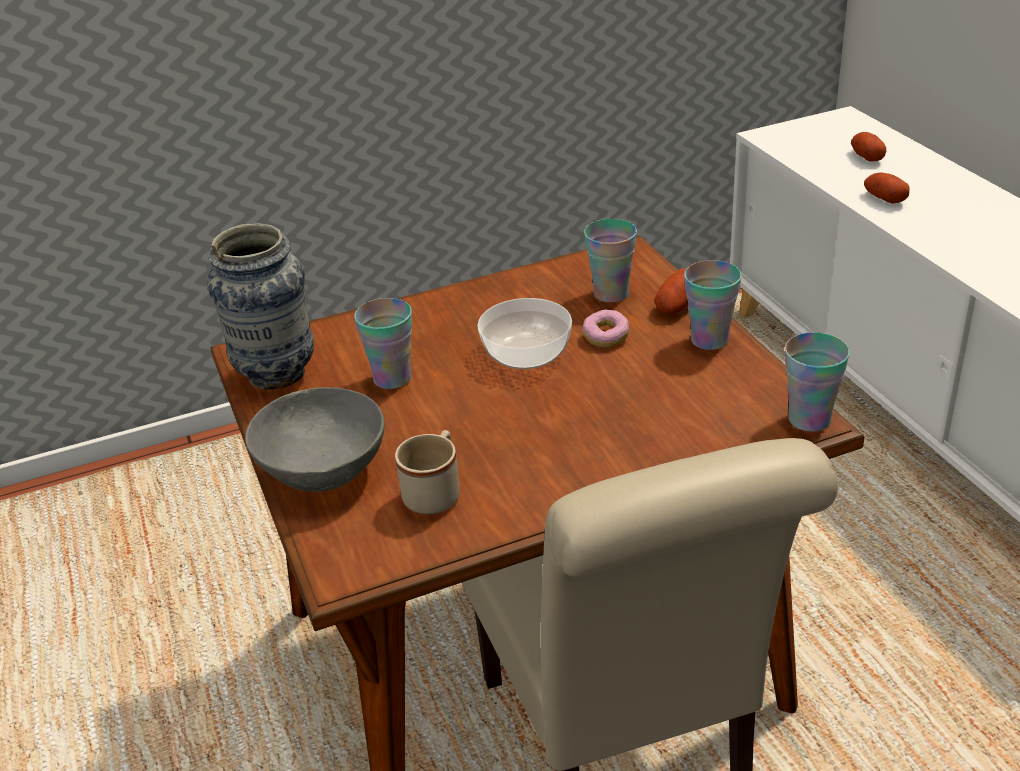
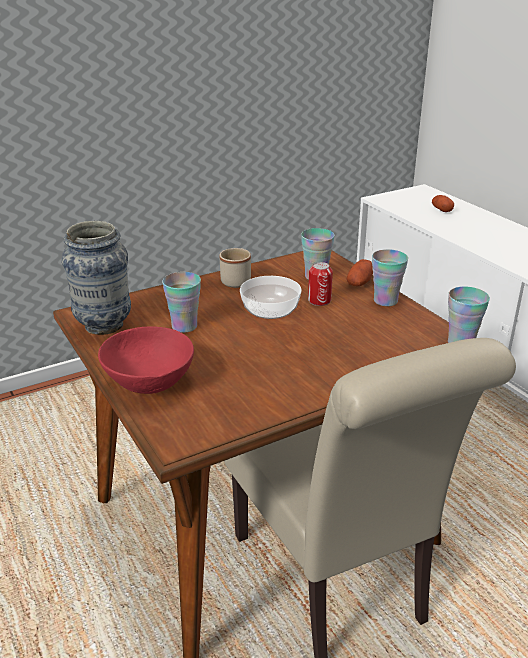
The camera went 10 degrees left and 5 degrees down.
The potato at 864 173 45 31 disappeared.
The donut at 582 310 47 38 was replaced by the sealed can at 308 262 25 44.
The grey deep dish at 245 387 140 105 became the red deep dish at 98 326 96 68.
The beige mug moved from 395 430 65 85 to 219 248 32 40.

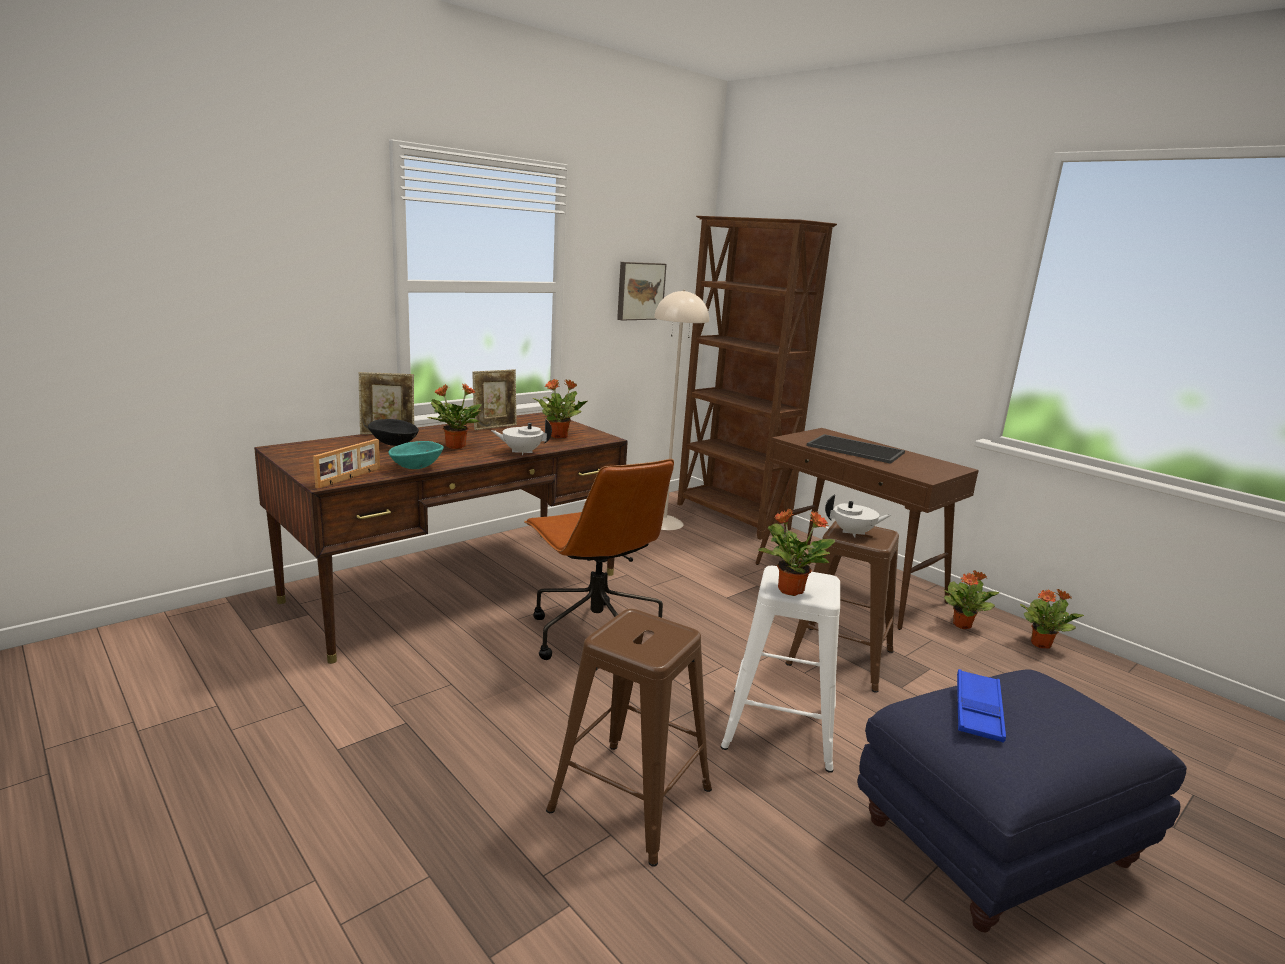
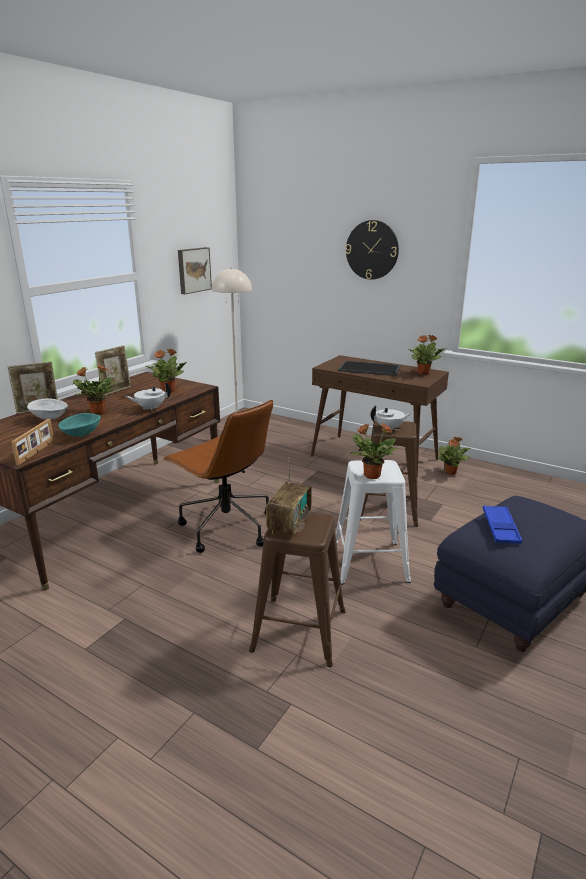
The camera went 15 degrees left and 5 degrees up.
The brown bookshelf at 677 216 160 324 disappeared.
The black-coloured deep dish at 368 419 51 27 became the whitish deep dish at 27 398 41 22.
The potted plant moved from 1020 589 64 60 to 409 335 36 40.
The clock on the wall at 346 220 53 60 appeared.
The radio at 266 458 46 81 appeared.

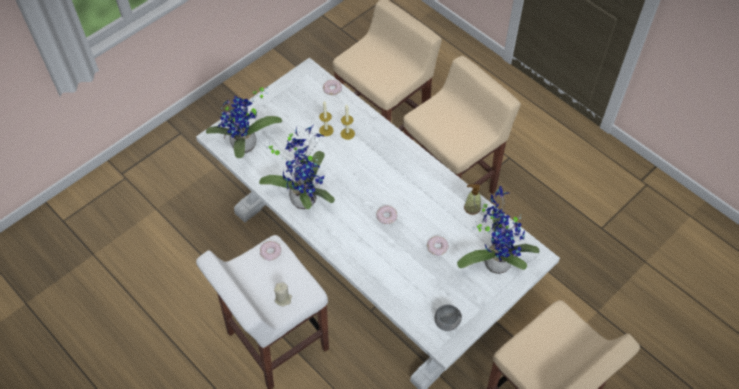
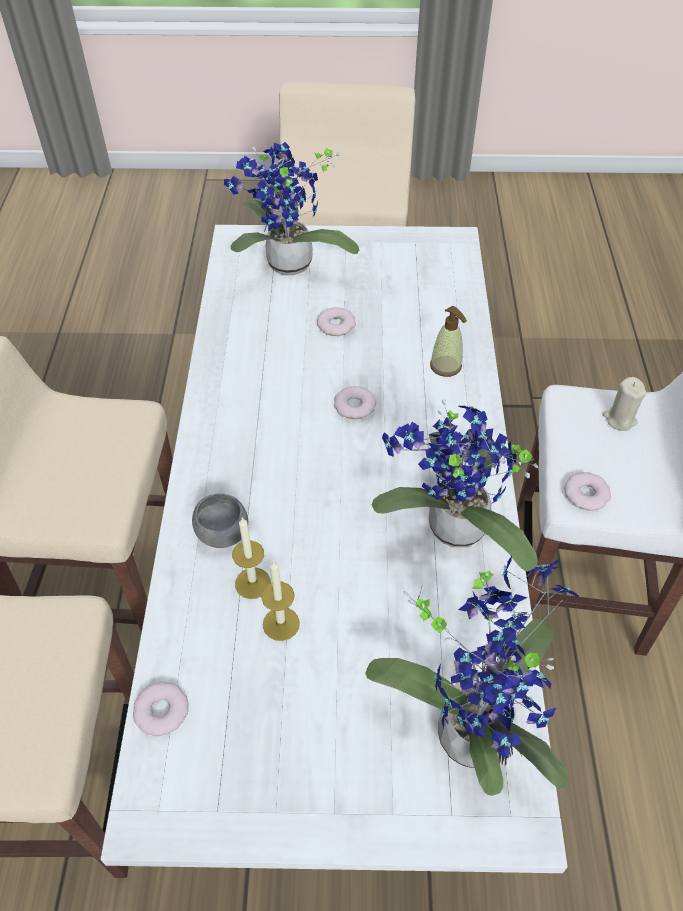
The camera went 135 degrees left and 5 degrees down.
The liquid soap bottle moved from 464 184 17 31 to 430 306 37 71.
The grey deep dish moved from 435 304 27 27 to 192 494 56 54.

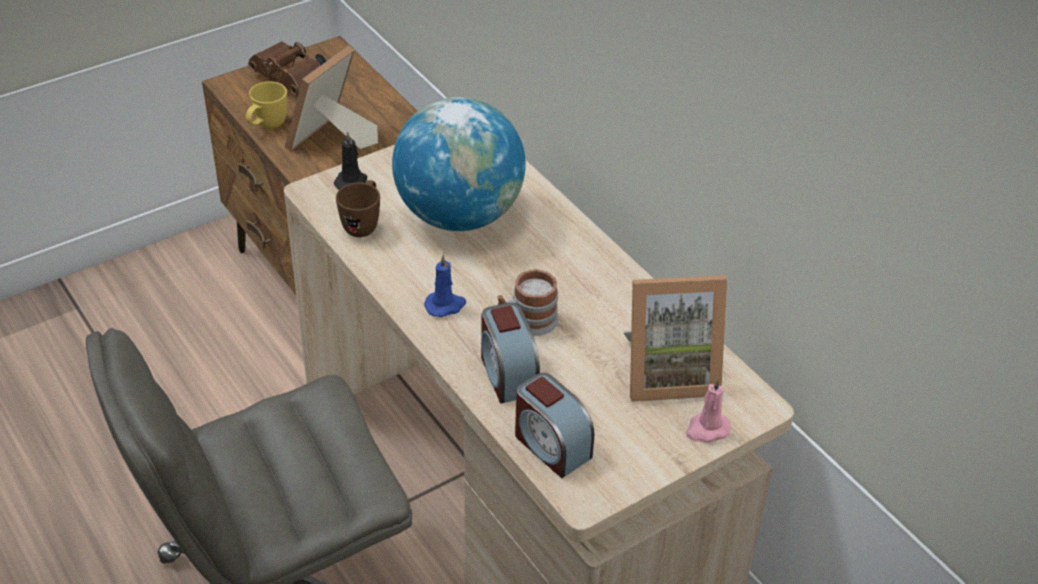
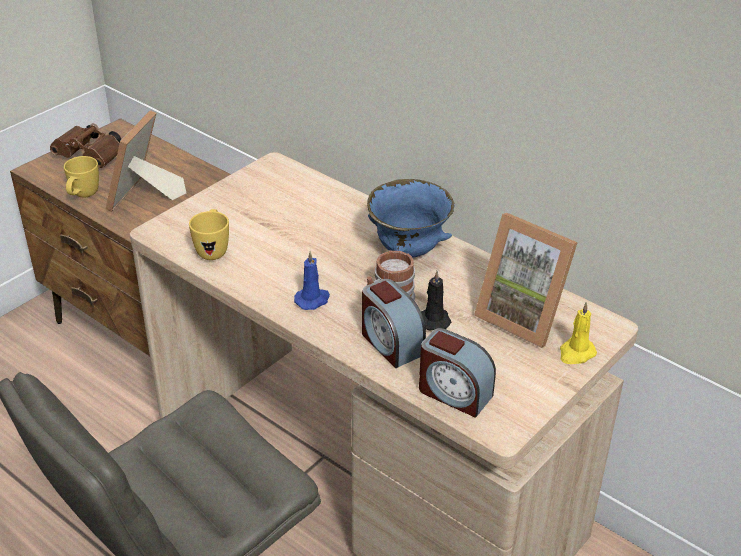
The camera went 15 degrees left and 5 degrees down.
The globe at 392 97 134 134 disappeared.
The black-coloured wax candle moved from 334 131 33 58 to 421 271 30 60.
The brown mug at 336 180 44 57 became the yellow mug at 189 209 40 51.
The picture frame at 623 275 104 127 turned 60 degrees clockwise.
The pink wax candle at 686 377 45 66 became the yellow wax candle at 560 302 37 62.
The blue deep dish at 367 179 88 79 appeared.

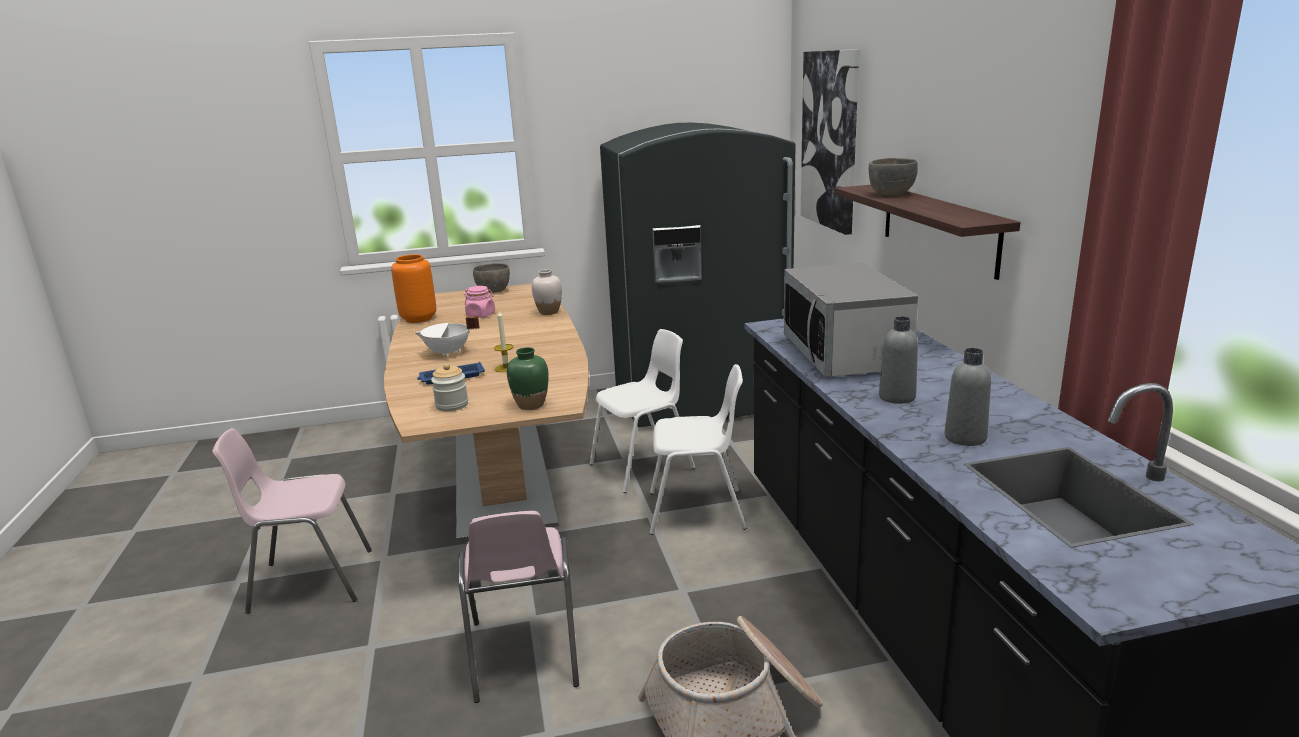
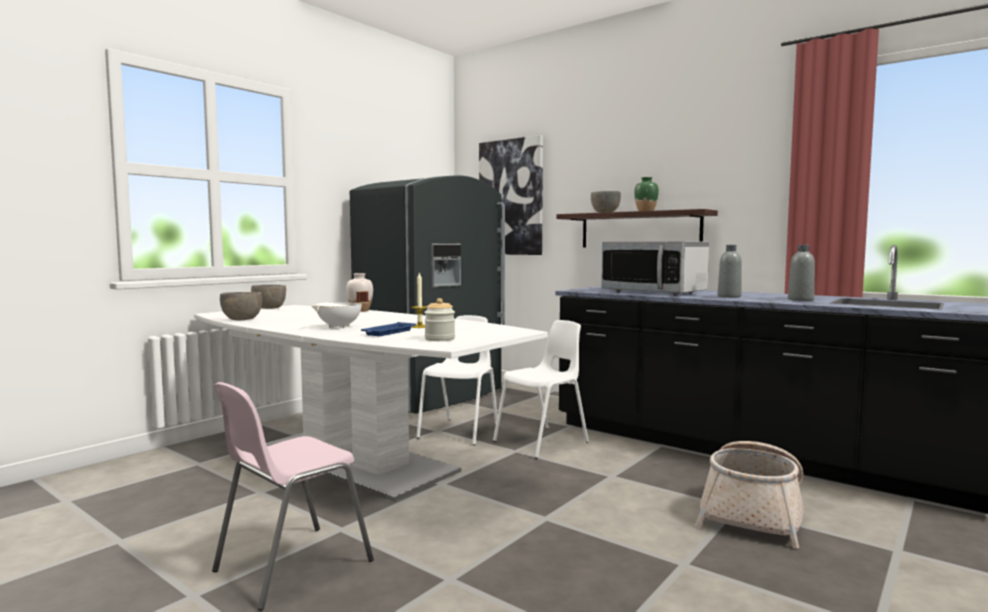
The camera went 40 degrees left and 15 degrees down.
The orangey flower vase at 391 254 45 69 was replaced by the grey deep dish at 220 292 42 28.
The brown dining table at 384 284 205 258 became the whitish dining table at 194 305 354 196.
The pink storage jar at 464 286 31 31 disappeared.
The green flower vase moved from 507 347 42 63 to 634 177 25 34.
The pink upright chair at 458 511 121 192 disappeared.

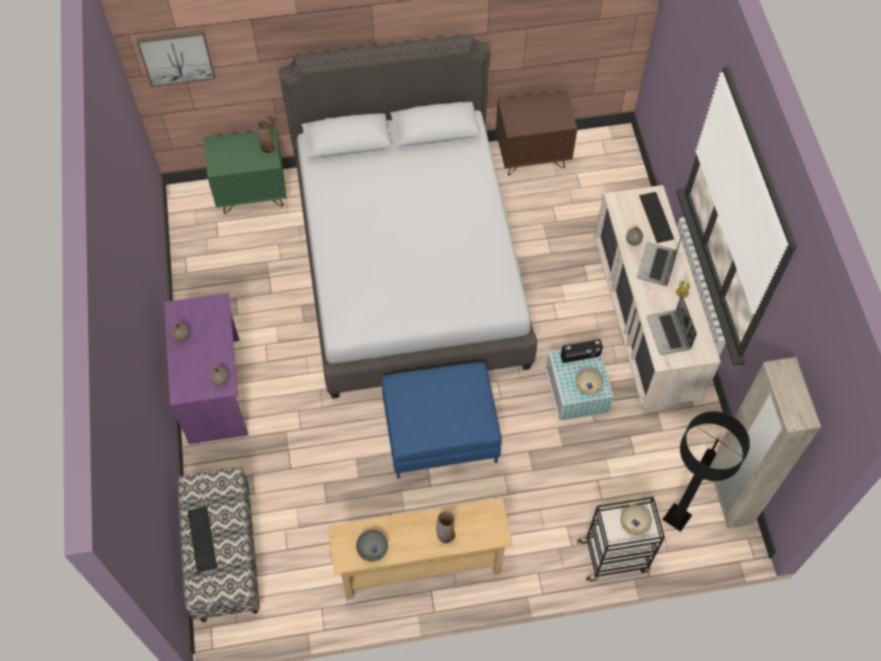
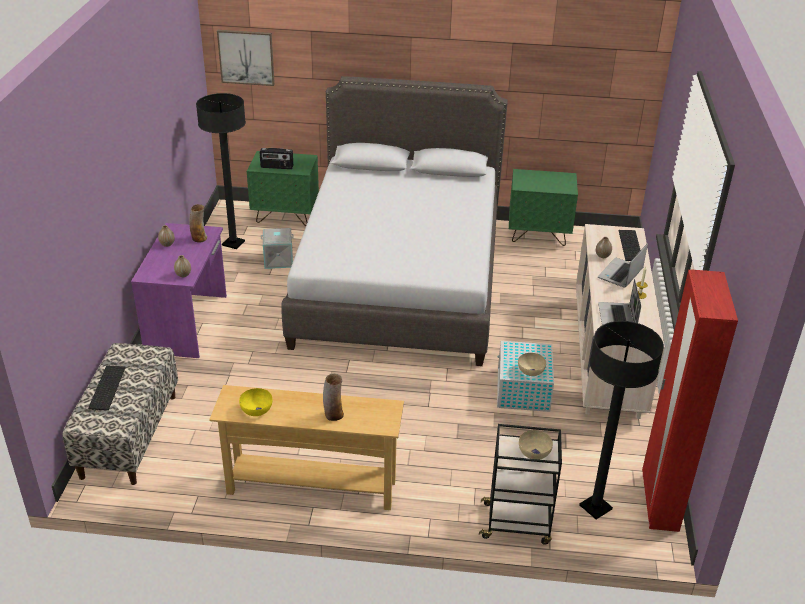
The camera went 15 degrees right and 25 degrees down.
The brown bedside table at 496 91 81 84 became the green bedside table at 509 169 69 77.
The flower vase moved from 257 119 18 34 to 189 204 18 39.
The radio moved from 561 339 42 24 to 259 148 34 21.
The beige armoire at 710 357 111 172 became the red armoire at 642 269 96 263.
The blue ottoman at 381 362 121 116 disappeared.
The grey deep dish at 356 530 32 32 became the yellow deep dish at 239 388 33 28.
The black-coloured floor lamp at 196 93 50 156 appeared.
The grey storage box at 261 228 33 41 appeared.

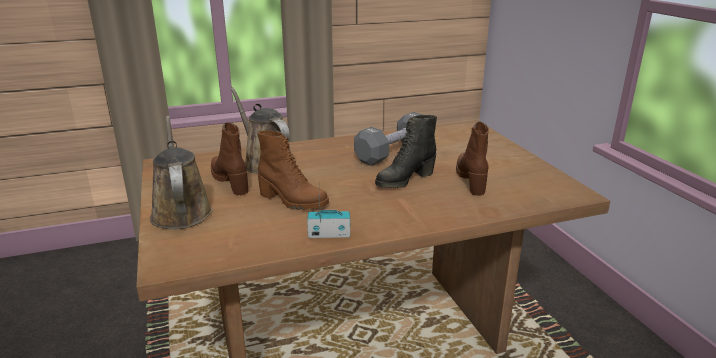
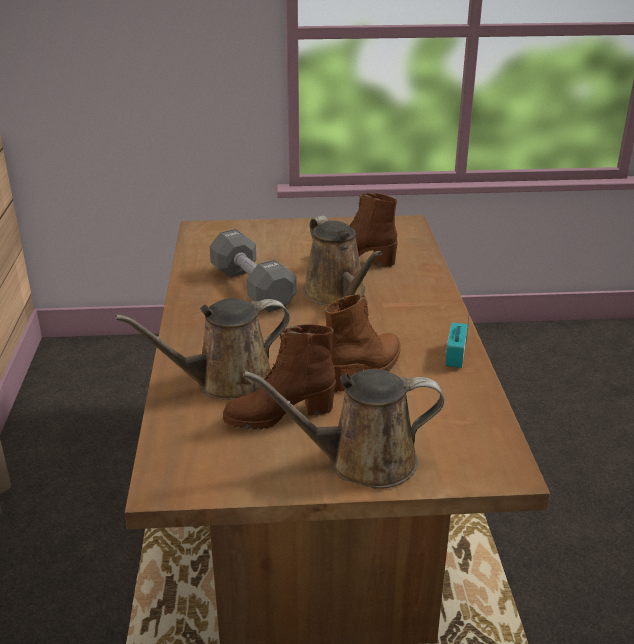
The camera went 75 degrees left and 5 degrees up.
The black-coloured high-top boot at 375 115 62 73 was replaced by the brown watering can at 303 215 79 91.

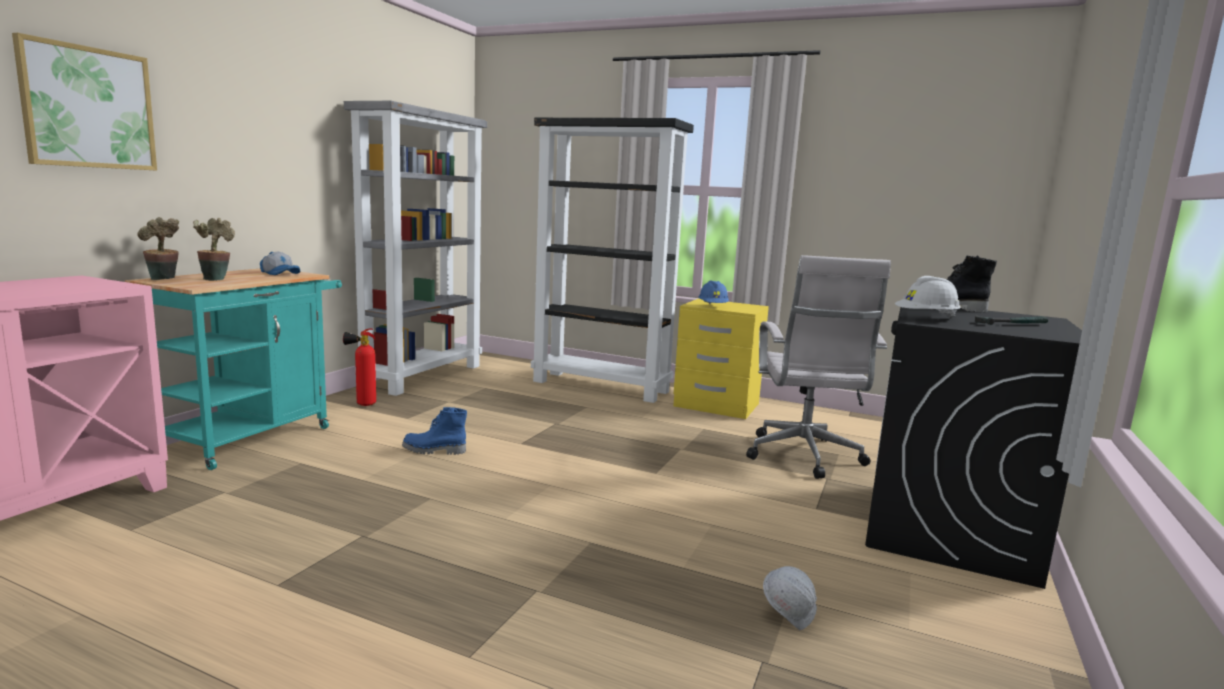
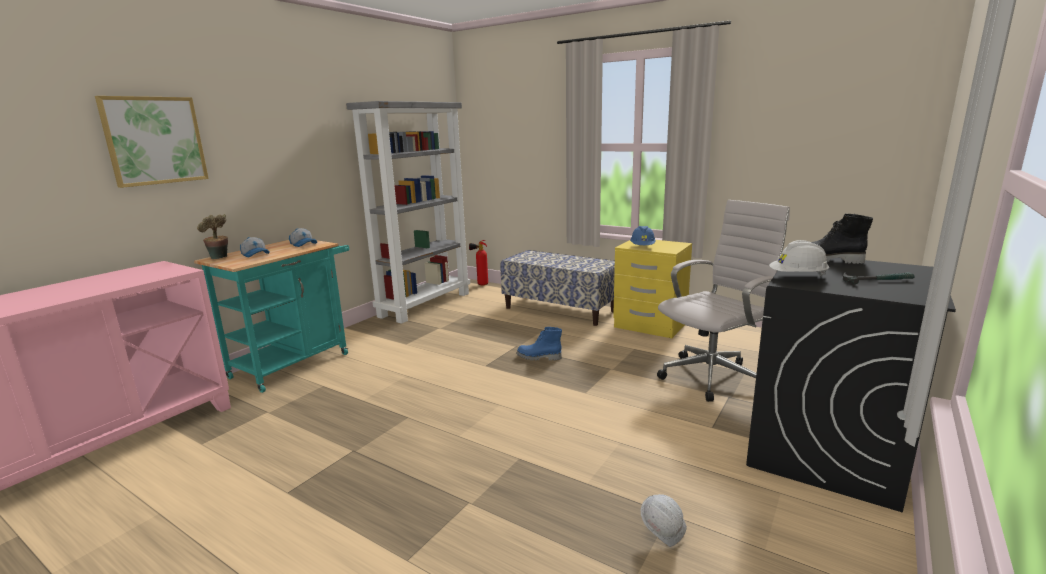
The camera went 10 degrees right and 5 degrees up.
The black-coloured bookshelf at 531 118 163 285 was replaced by the bench at 500 250 115 76.
The potted plant at 193 218 42 63 was replaced by the peaked cap at 240 237 30 20.
The whitish office chair at 746 255 145 224 turned 135 degrees counterclockwise.
The fire-fighting cylinder moved from 343 328 33 78 to 469 240 19 46.
The blue high-top boot moved from 402 407 65 48 to 516 327 46 34.

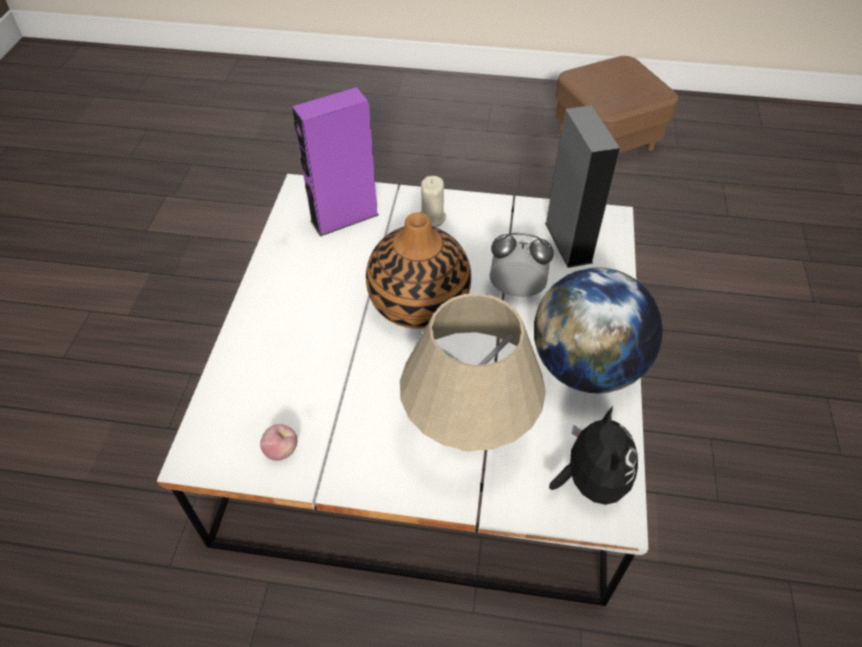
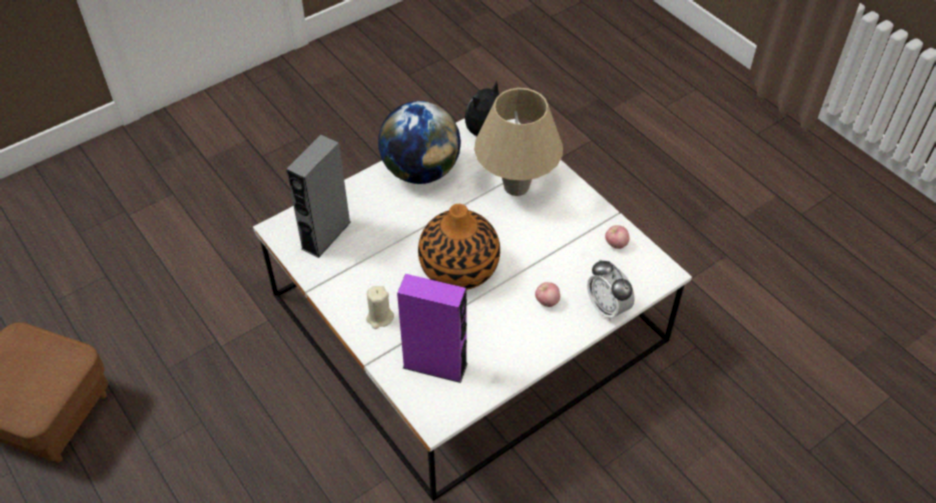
The camera went 135 degrees left and 0 degrees up.
The table clock moved from 490 233 64 64 to 587 260 48 61.
The apple fruit at 535 282 25 25 appeared.

